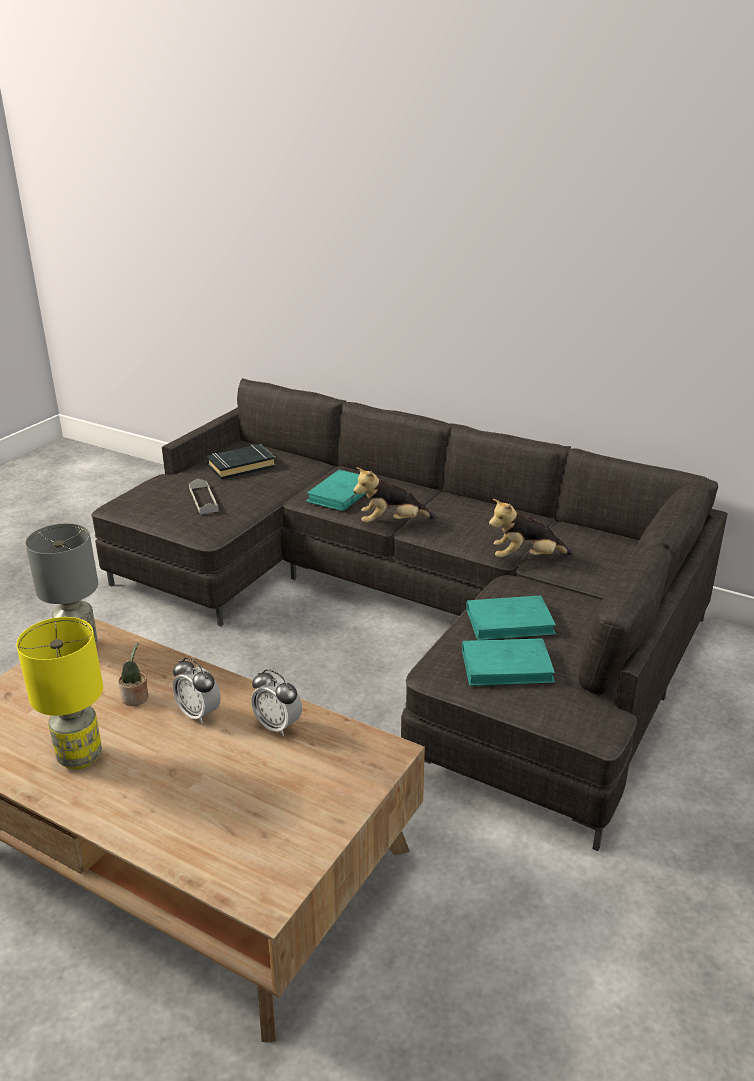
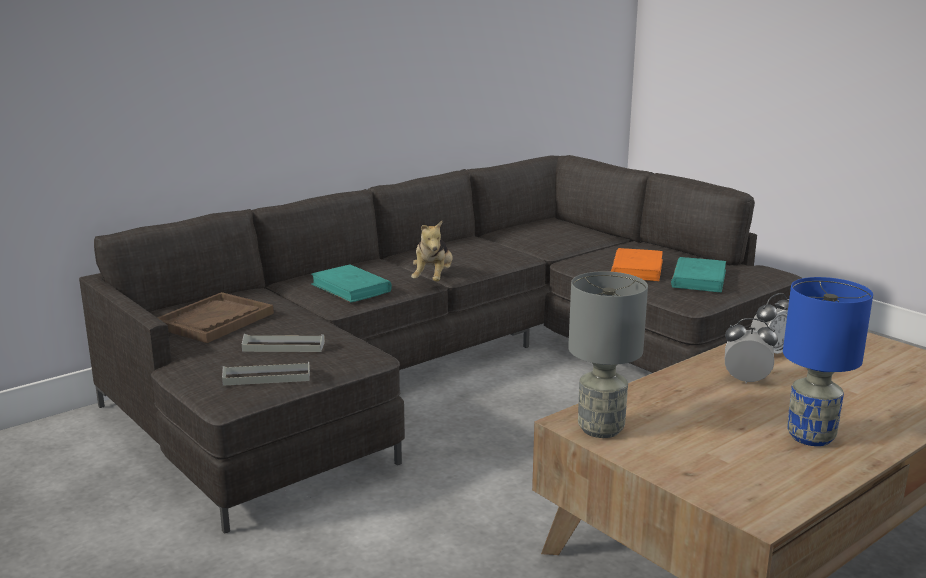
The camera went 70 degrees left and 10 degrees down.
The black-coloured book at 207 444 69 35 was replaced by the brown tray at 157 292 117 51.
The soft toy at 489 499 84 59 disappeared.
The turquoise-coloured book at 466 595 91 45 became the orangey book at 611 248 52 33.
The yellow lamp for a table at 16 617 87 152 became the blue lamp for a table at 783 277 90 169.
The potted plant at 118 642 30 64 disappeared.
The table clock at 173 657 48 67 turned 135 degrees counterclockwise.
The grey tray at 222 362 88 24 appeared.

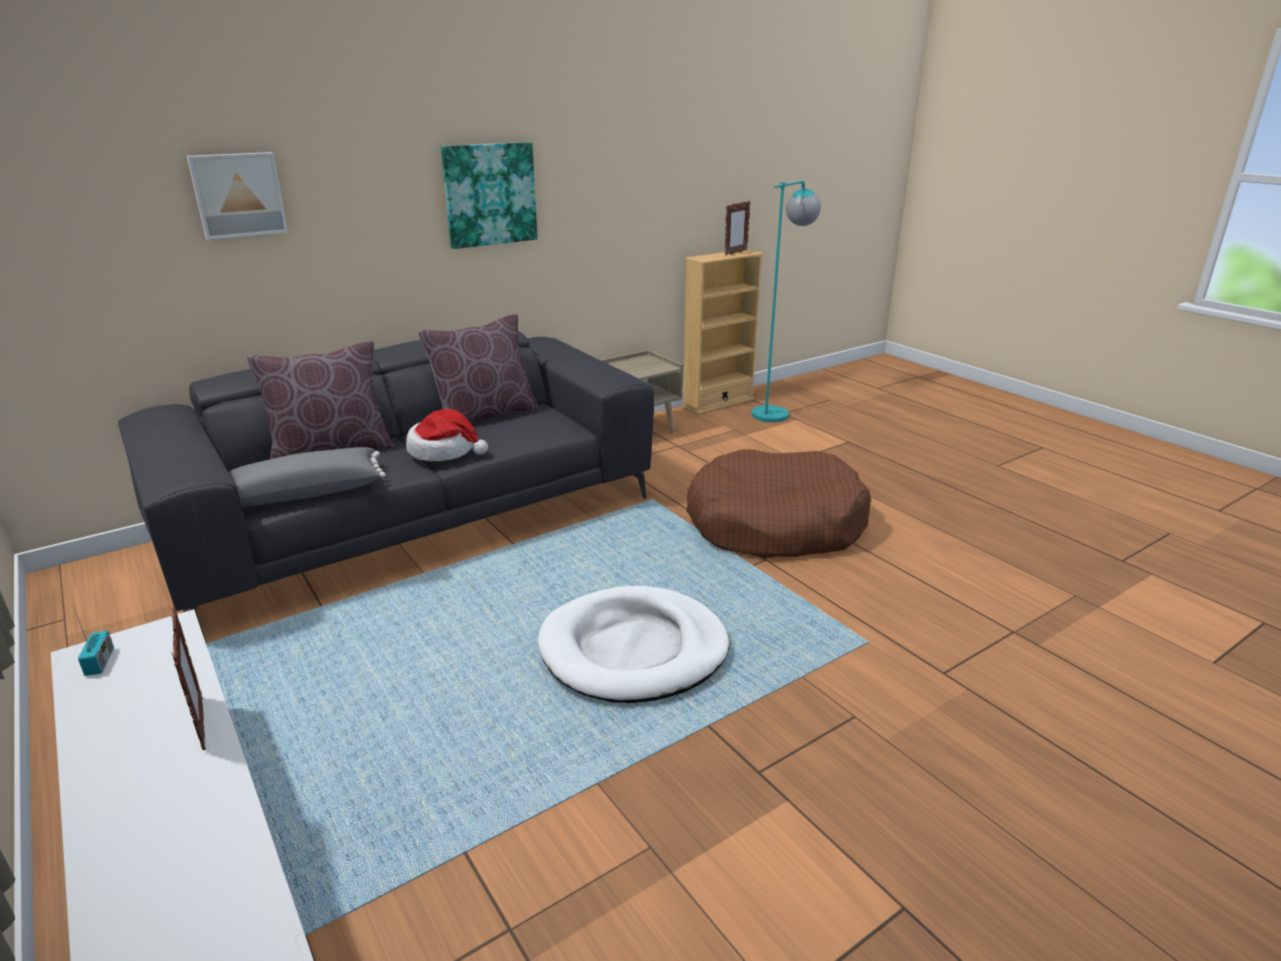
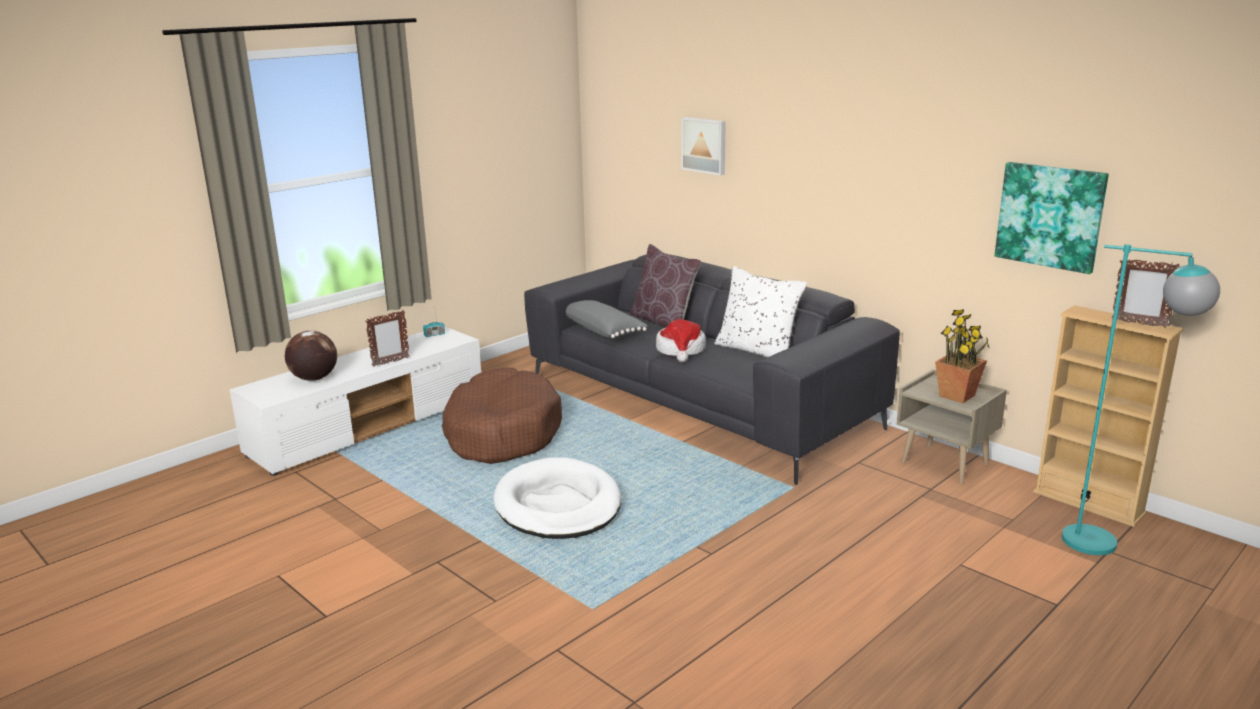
The camera went 80 degrees right and 5 degrees down.
The picture moved from 441 142 97 107 to 995 162 114 112.
The brown cushion at 418 314 121 109 became the whitish cushion at 714 266 93 91.
The brown dog bed moved from 686 449 185 109 to 442 367 120 97.
The potted plant at 935 309 54 94 appeared.
The globe at 285 331 52 50 appeared.

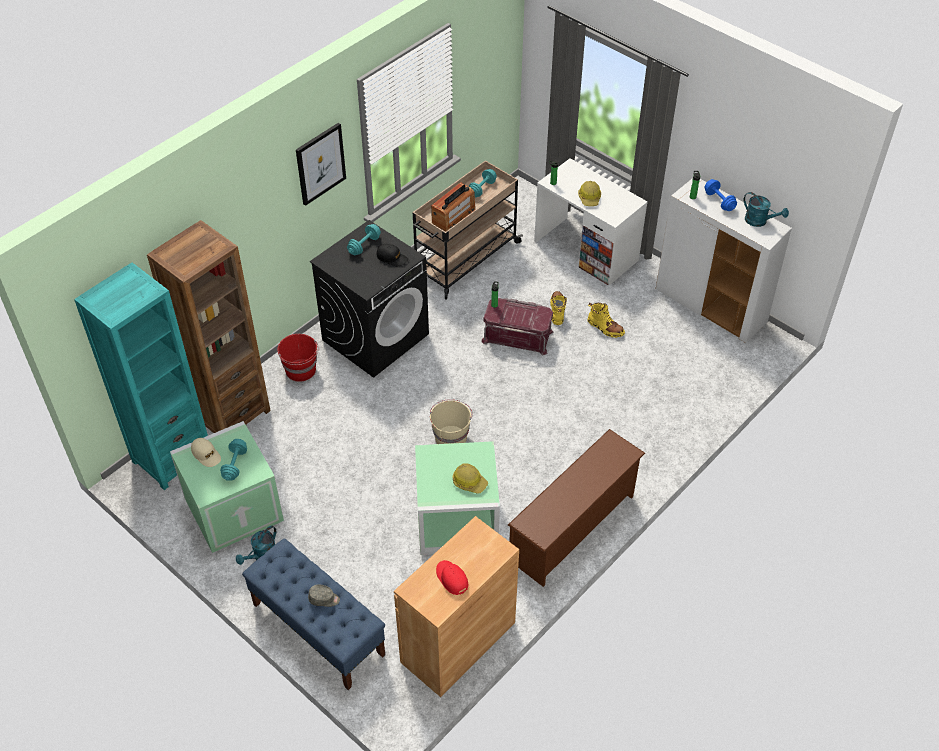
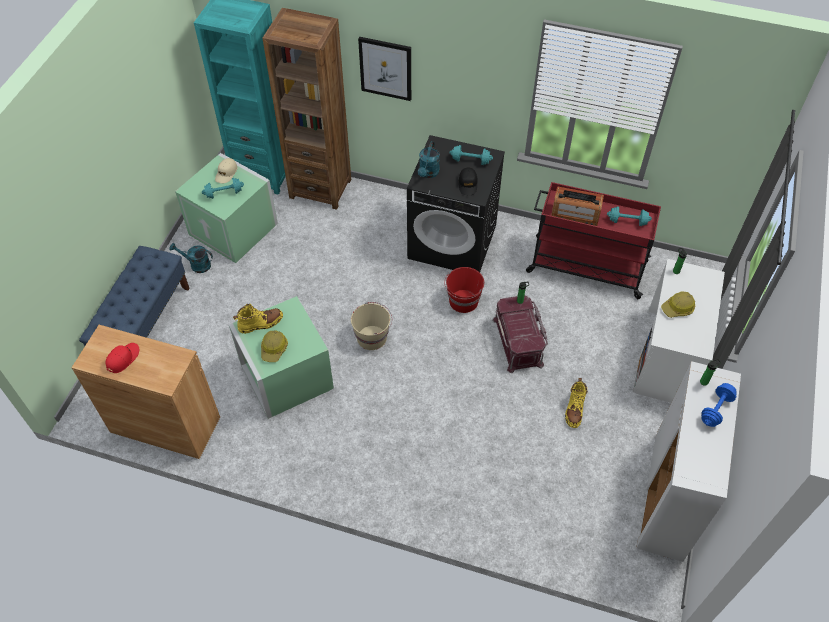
The camera went 65 degrees right and 5 degrees up.
The picture moved from 296 123 50 83 to 358 37 53 64.
The beige cart at 413 161 110 138 became the red cart at 526 182 135 117.
The turquoise-coloured watering can moved from 744 192 45 35 to 418 141 22 37.
The yellow high-top boot moved from 550 291 17 34 to 233 304 50 30.
The red pail moved from 277 334 41 48 to 444 267 40 46.
The brown shoe stand at 508 429 137 158 disappeared.
The grey peaked cap at 308 584 32 23 disappeared.

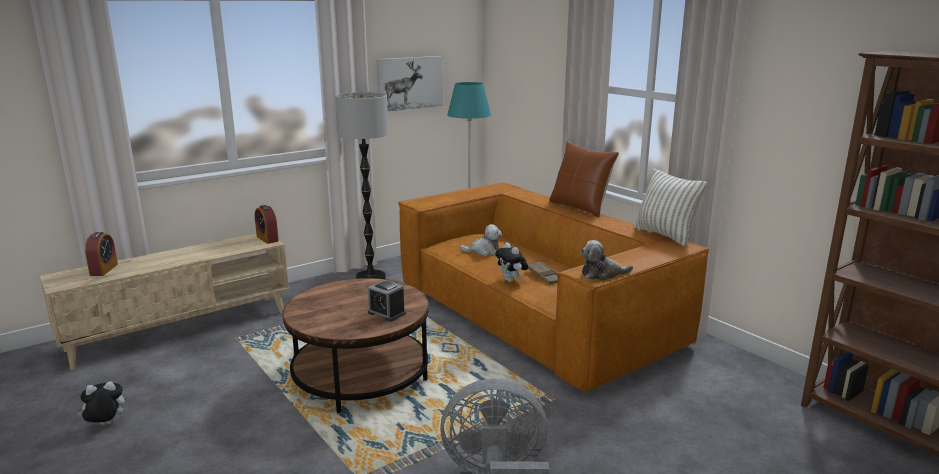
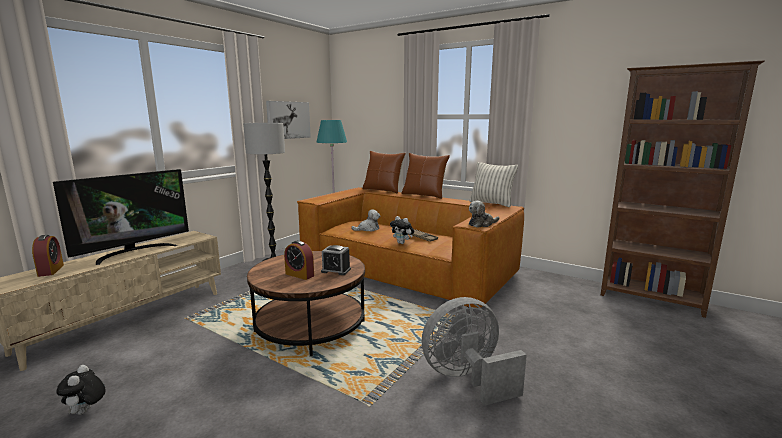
The camera went 20 degrees left and 5 degrees down.
The table clock moved from 255 205 24 39 to 284 240 30 40.
The soft toy at 77 381 48 44 turned 60 degrees counterclockwise.
The brown cushion at 362 151 44 42 appeared.
The TV at 53 169 136 96 appeared.

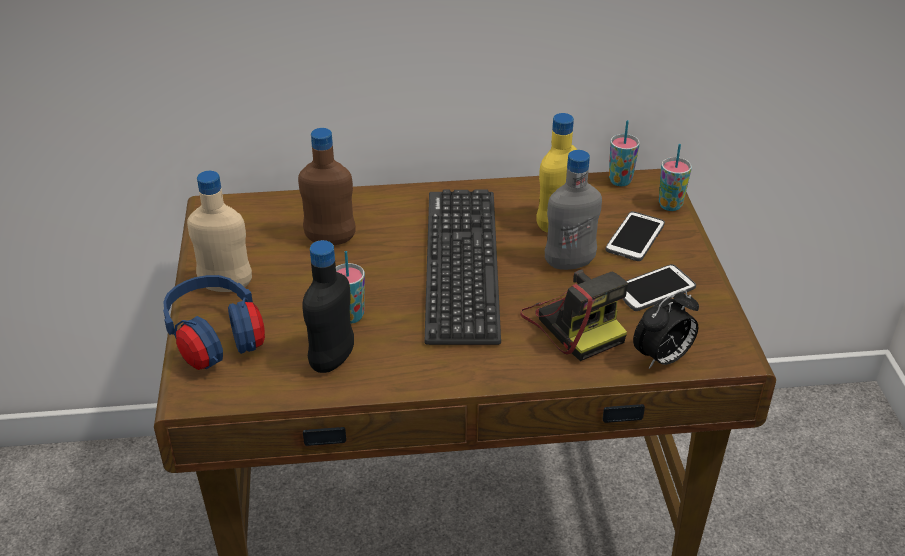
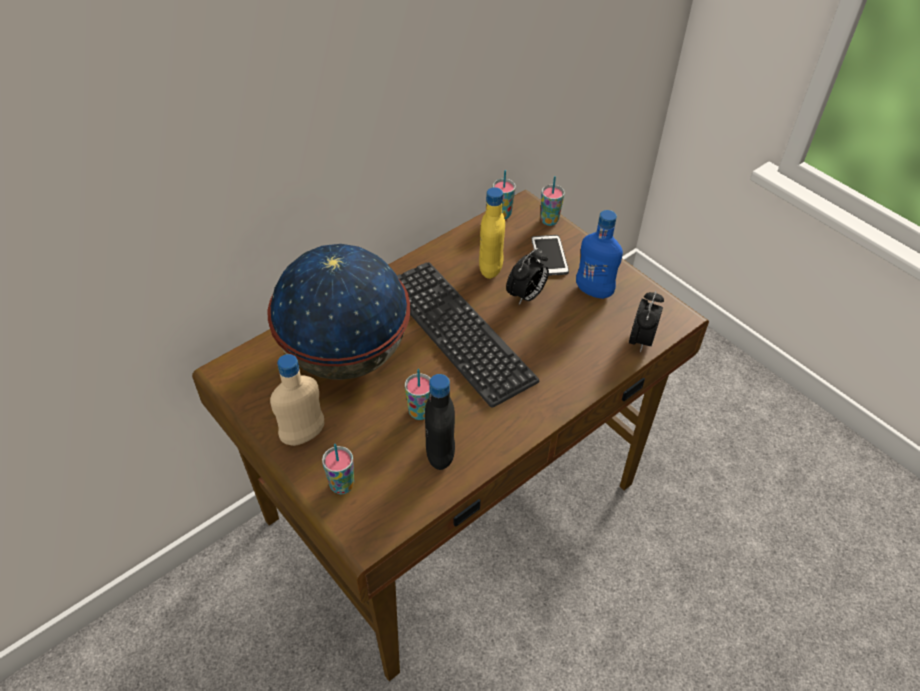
The camera went 35 degrees left and 10 degrees up.
The brown beverage bottle at 298 128 58 117 was replaced by the globe at 267 244 143 136.
The grey beverage bottle at 545 150 57 120 was replaced by the table clock at 506 248 43 57.
The phone at 623 264 73 47 was replaced by the blue beverage bottle at 576 210 47 89.
The still camera at 520 269 108 92 disappeared.
The blue pair of headphones at 163 275 102 95 was replaced by the small cup at 322 444 32 50.

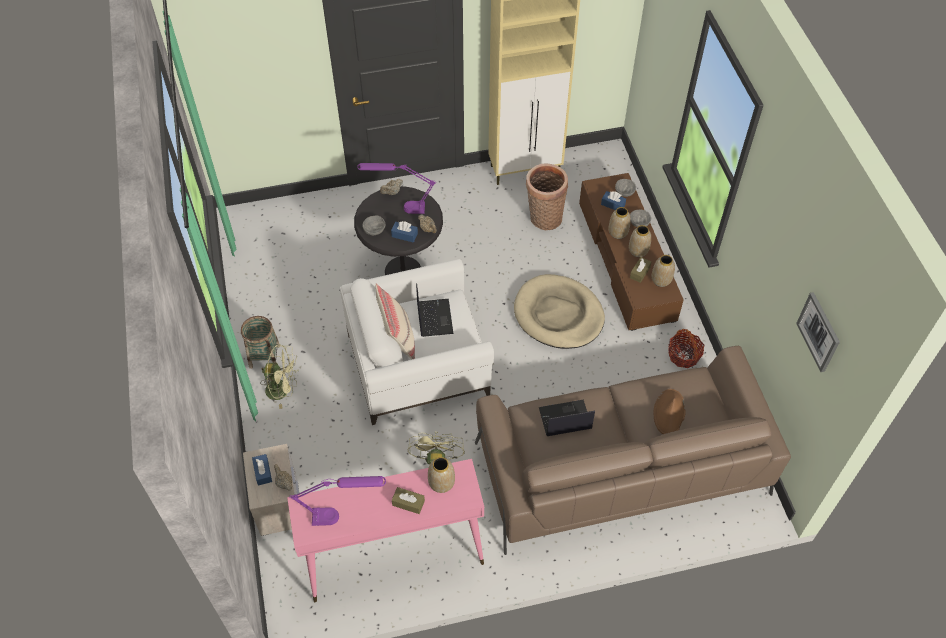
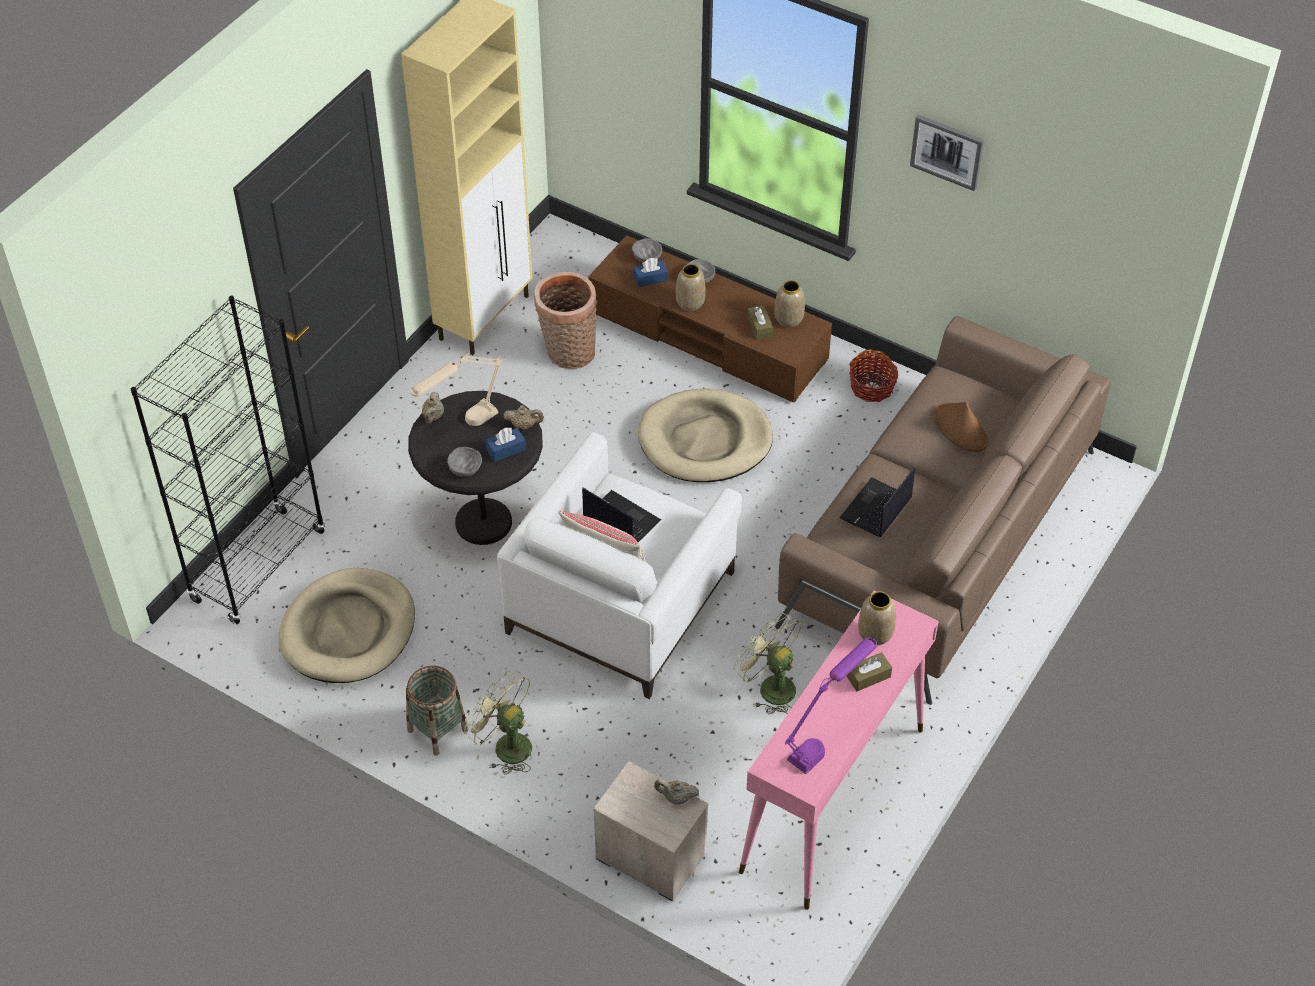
The camera went 45 degrees left and 5 degrees down.
The purplish lamp for a table at 357 163 79 51 became the beige lamp for a table at 411 353 92 73.
The flower vase at 629 225 22 32 disappeared.
The picture moved from 796 292 44 80 to 910 115 74 76.
The green fan at 260 344 39 65 turned 105 degrees counterclockwise.
The blue tissue box at 252 454 20 32 disappeared.
The black-coloured bookshelf at 131 295 194 330 appeared.
The beige dog bed at 279 568 136 115 appeared.

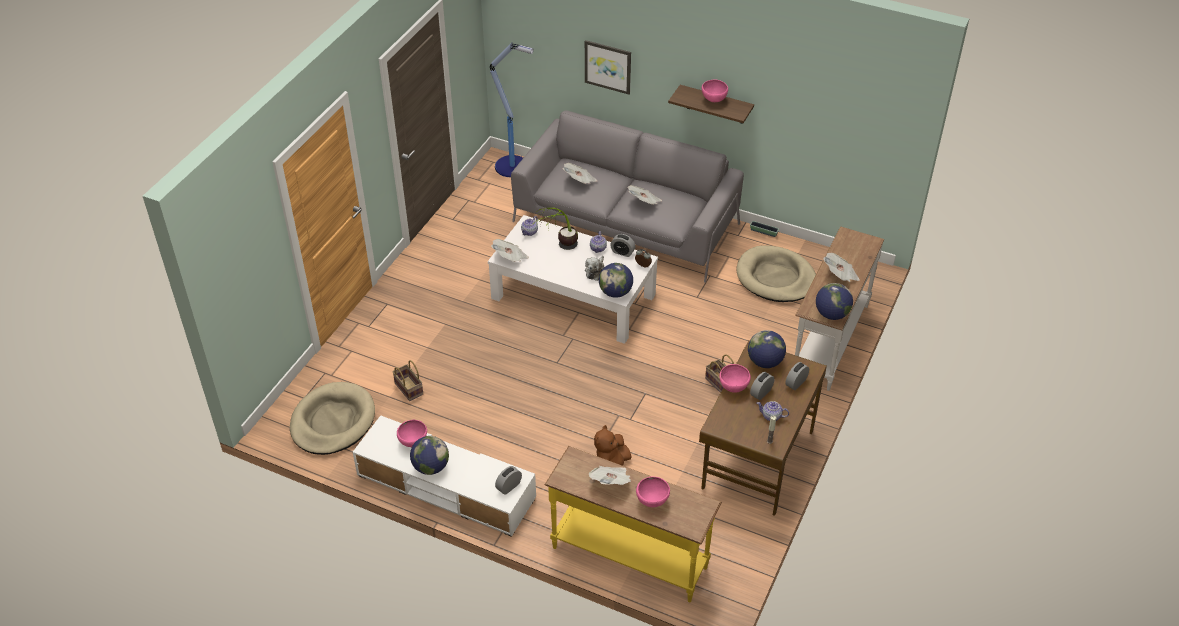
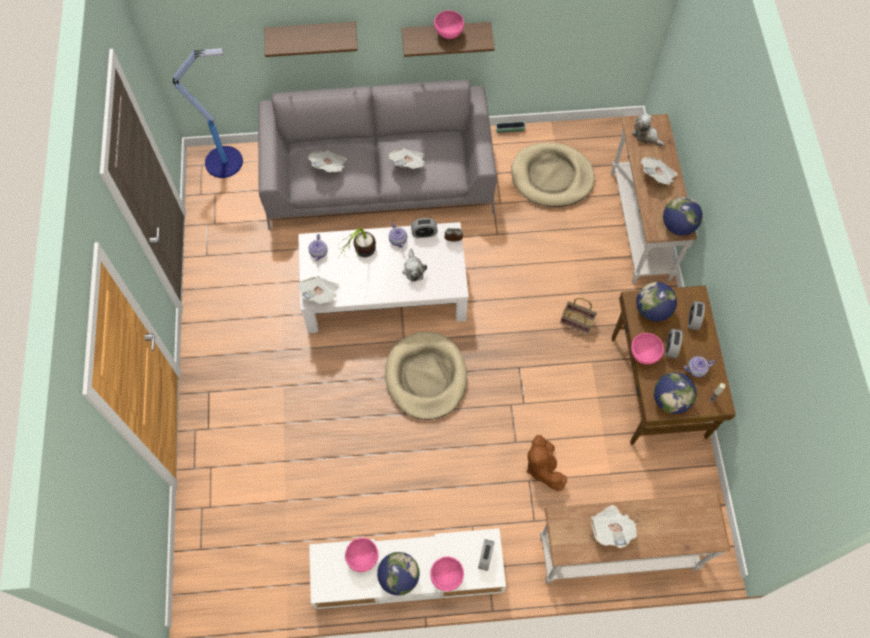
The camera went 30 degrees left and 20 degrees up.
The picture at 585 40 46 54 was replaced by the bracket shelf at 264 22 94 35.
The globe moved from 599 263 34 35 to 654 372 43 42.
The household basket at 392 360 31 41 disappeared.
The beige dog bed moved from 290 382 85 73 to 385 331 82 89.
The yellow narrow table at 545 446 177 156 became the whitish narrow table at 540 494 191 90.
The pink deep dish moved from 636 477 34 30 to 430 556 34 35.
The soft toy at 632 114 32 32 appeared.

